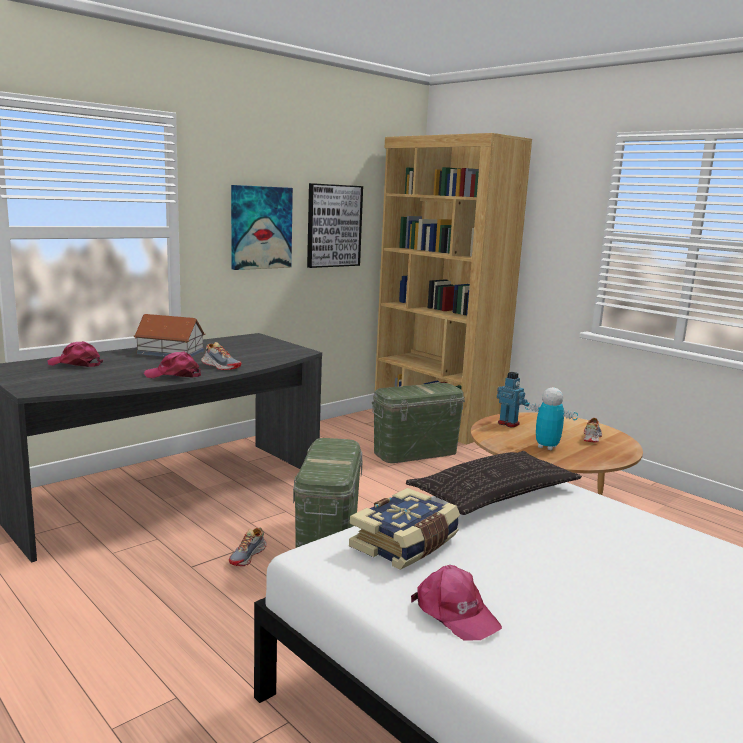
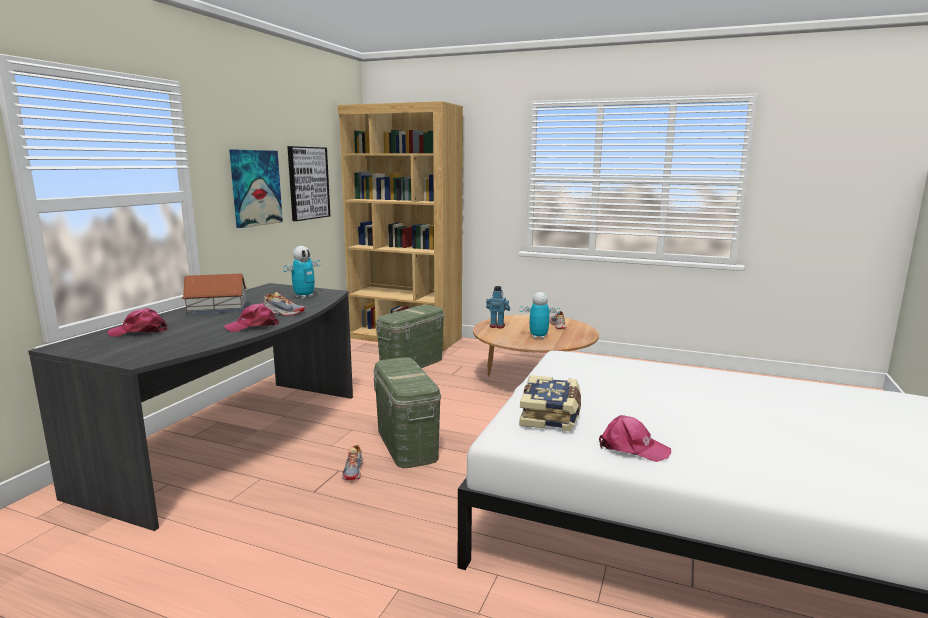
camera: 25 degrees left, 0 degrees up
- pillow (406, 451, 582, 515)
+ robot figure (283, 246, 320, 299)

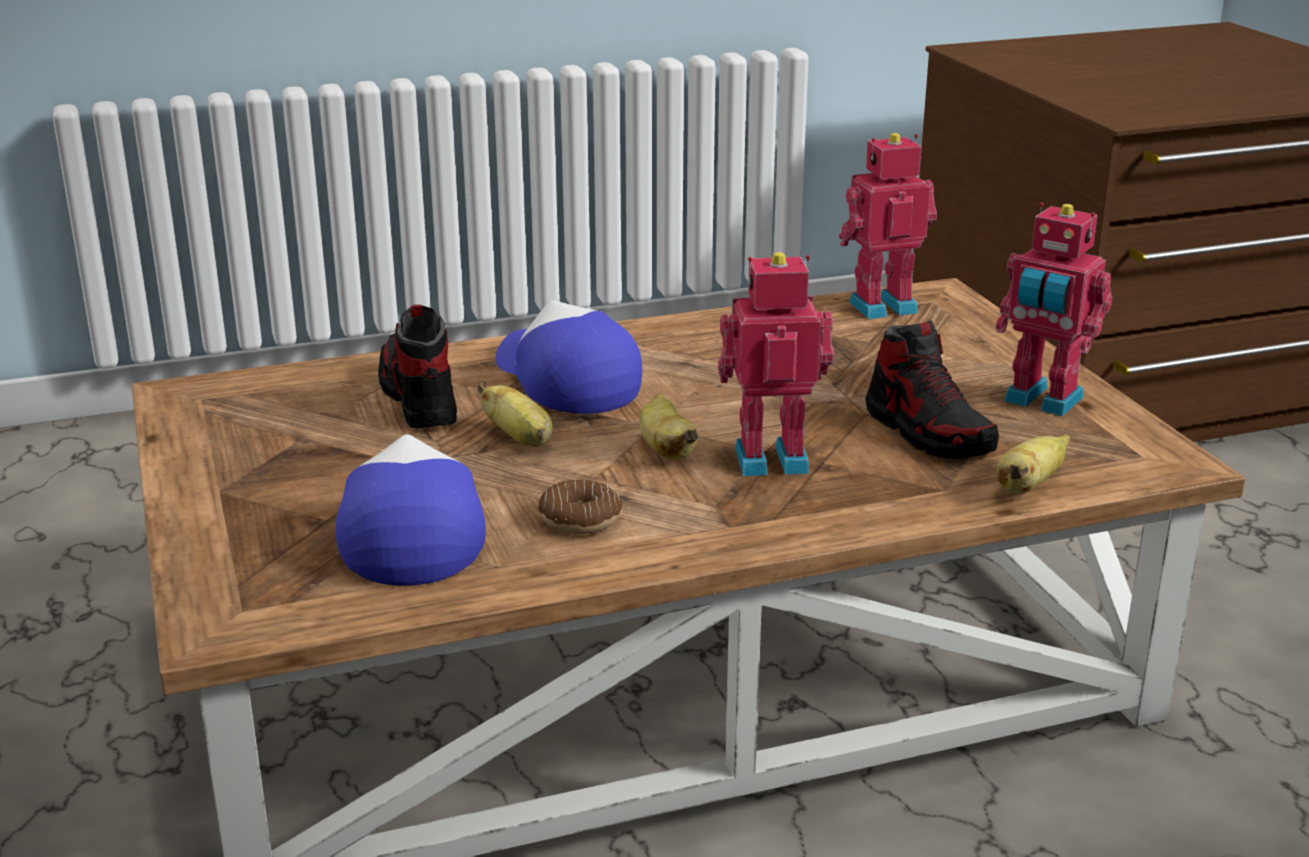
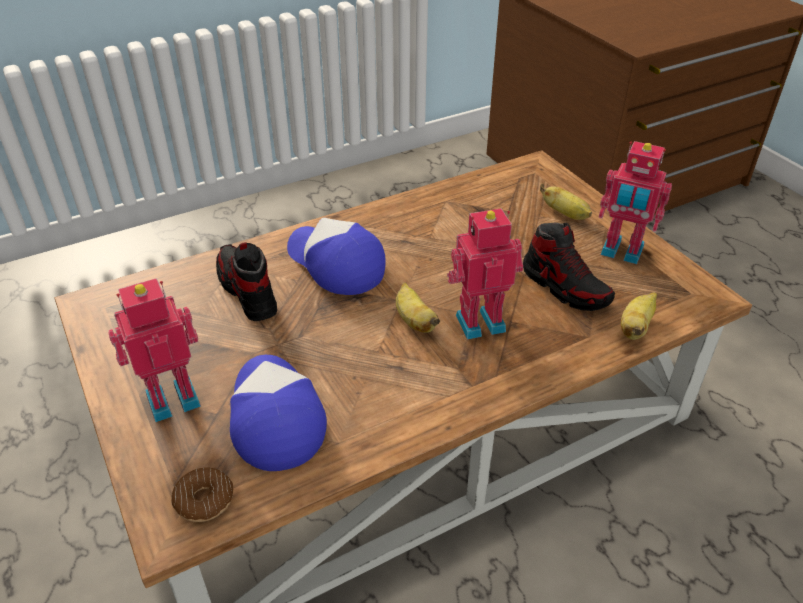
camera: 10 degrees left, 15 degrees up
~ banana (477, 379, 552, 447) to (540, 183, 592, 220)
~ donut (538, 479, 622, 534) to (172, 468, 233, 522)
~ robot figure (839, 133, 937, 319) to (109, 278, 201, 422)

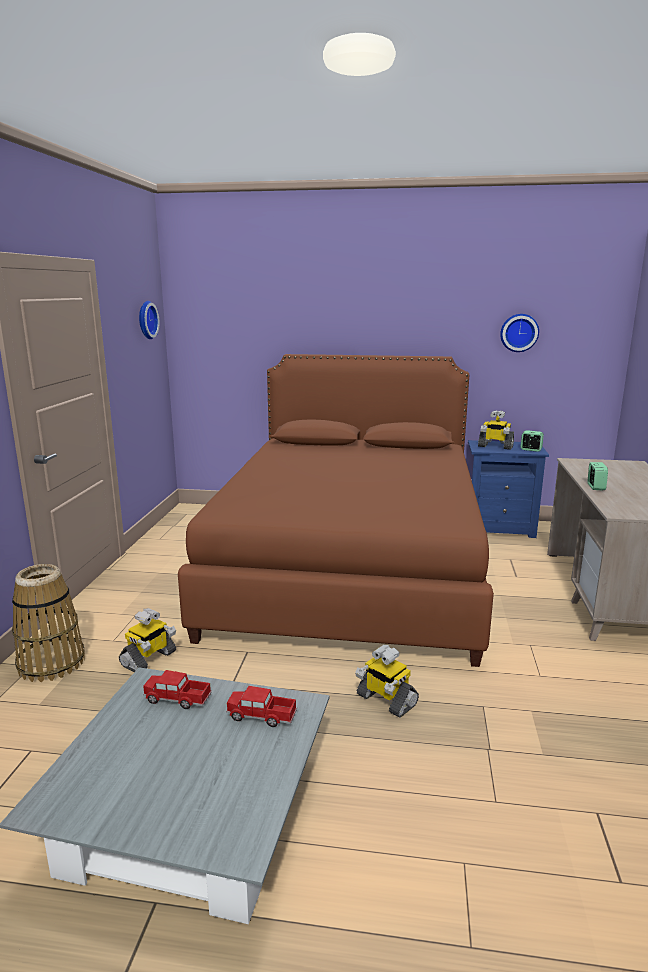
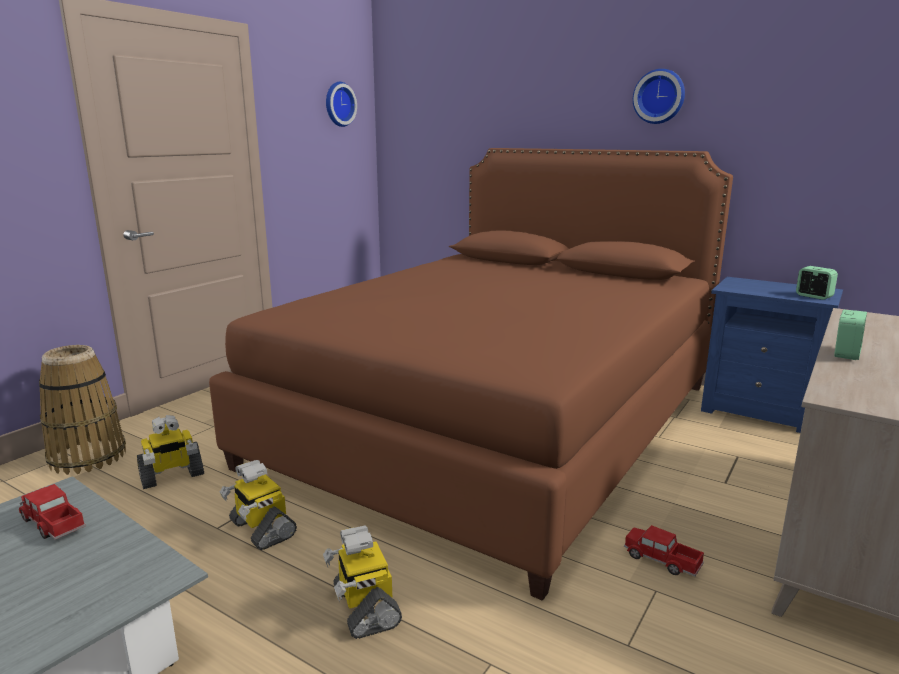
camera: 25 degrees right, 0 degrees up
~ toy truck (226, 686, 297, 727) to (624, 525, 704, 576)
~ robot figure (478, 410, 514, 450) to (220, 460, 297, 550)
~ hanging clock (500, 314, 539, 352) to (633, 69, 685, 124)

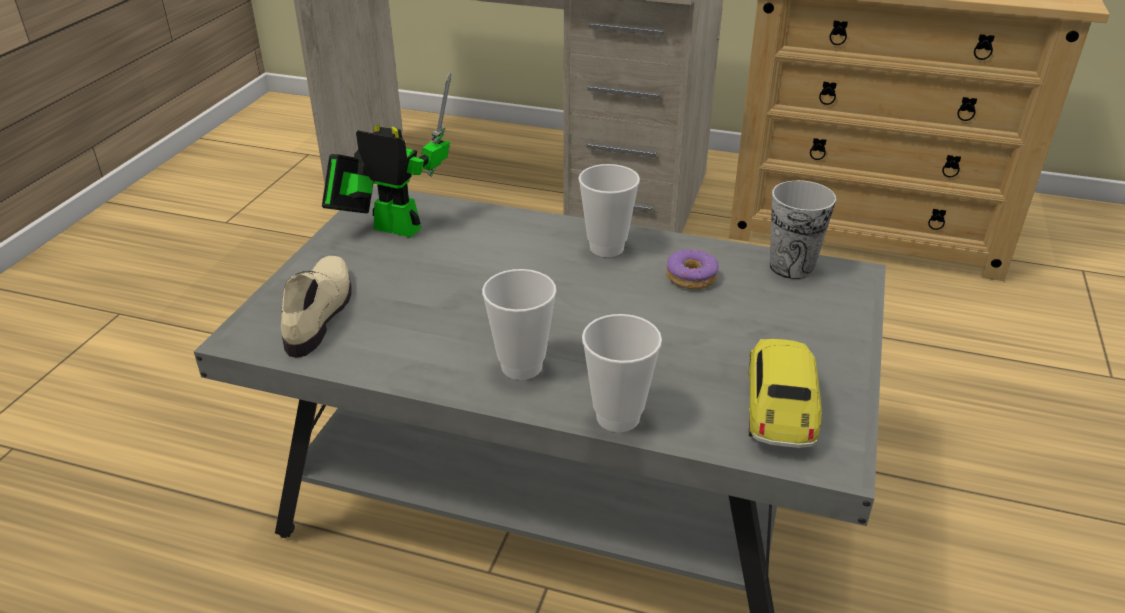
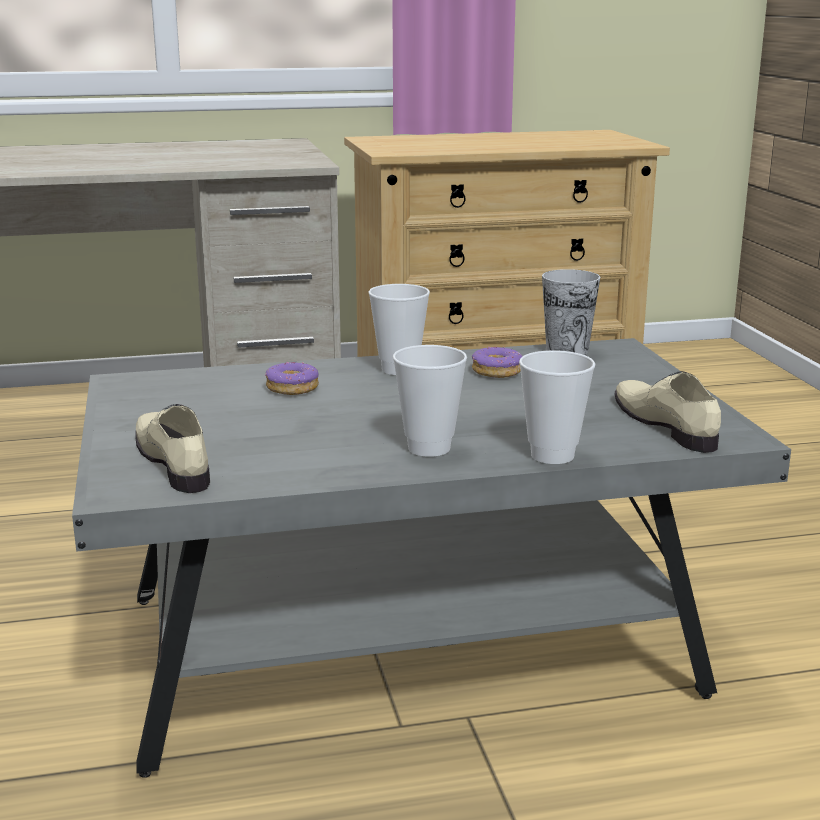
camera: 30 degrees left, 15 degrees down
- robot figure (322, 72, 451, 238)
+ donut (265, 362, 319, 395)
~ model car (749, 339, 822, 448) to beige low shoe (615, 371, 721, 453)

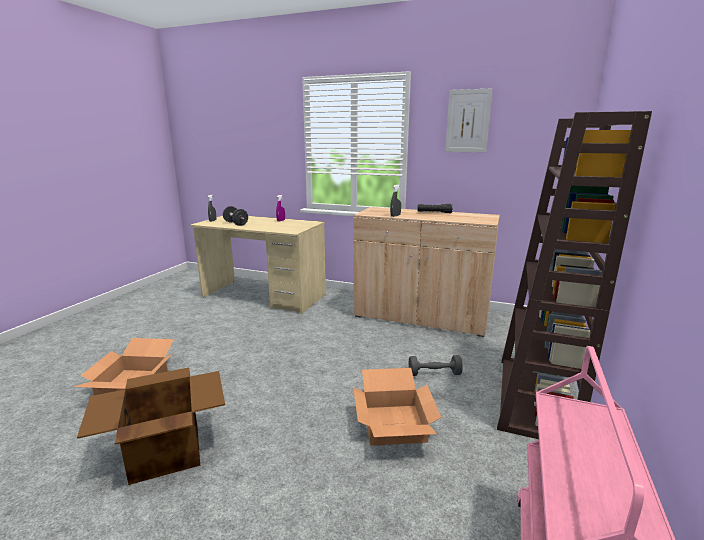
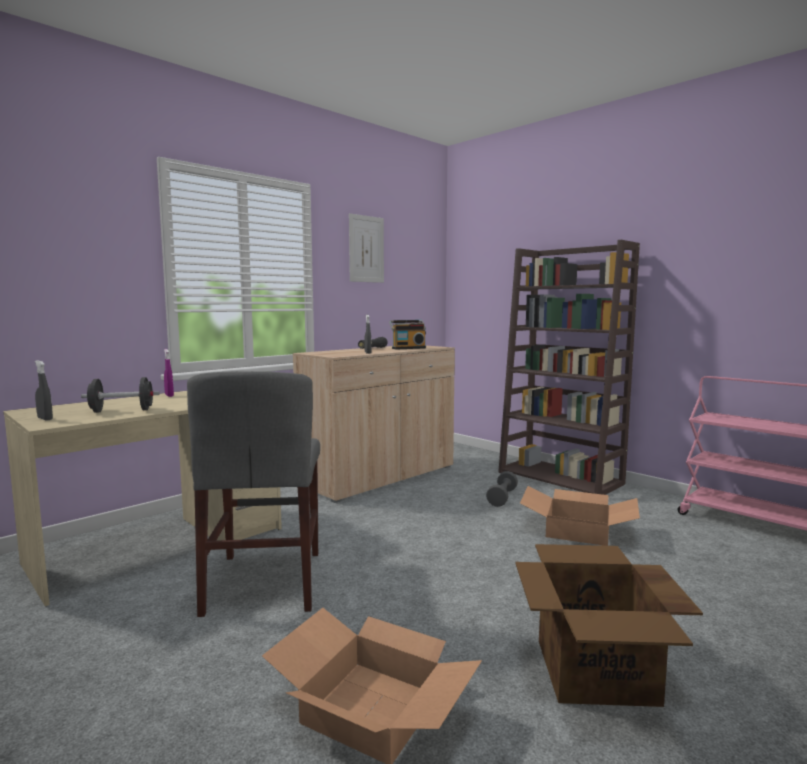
camera: 65 degrees left, 10 degrees down
+ grey chair (187, 371, 320, 617)
+ radio set (389, 320, 426, 350)

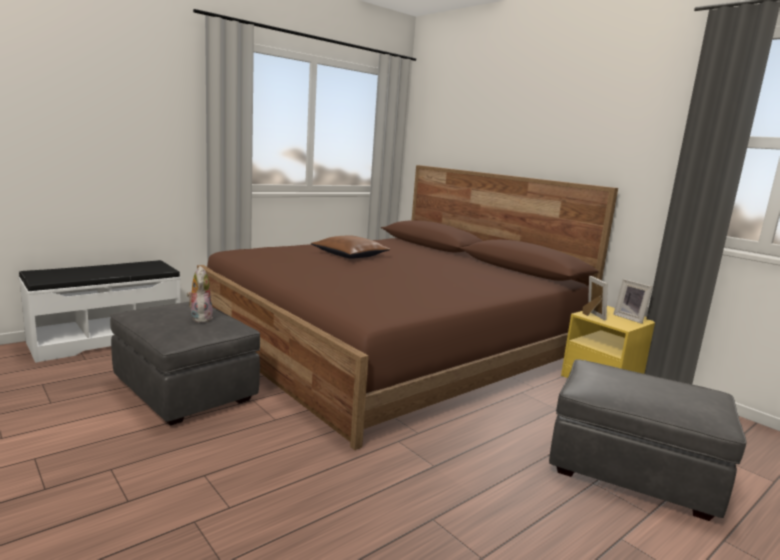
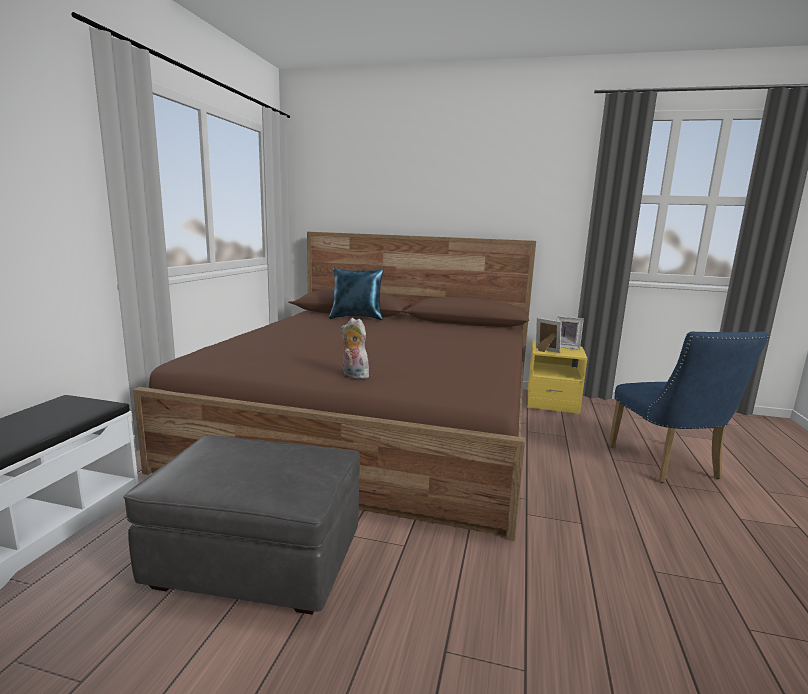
camera: 35 degrees left, 0 degrees up
- brown pillow (311, 235, 390, 259)
+ bluish pillow (329, 268, 383, 320)
~ soft toy (187, 266, 213, 323) to (340, 318, 369, 379)
~ grey footrest (549, 359, 747, 521) to bluish chair (609, 332, 769, 483)

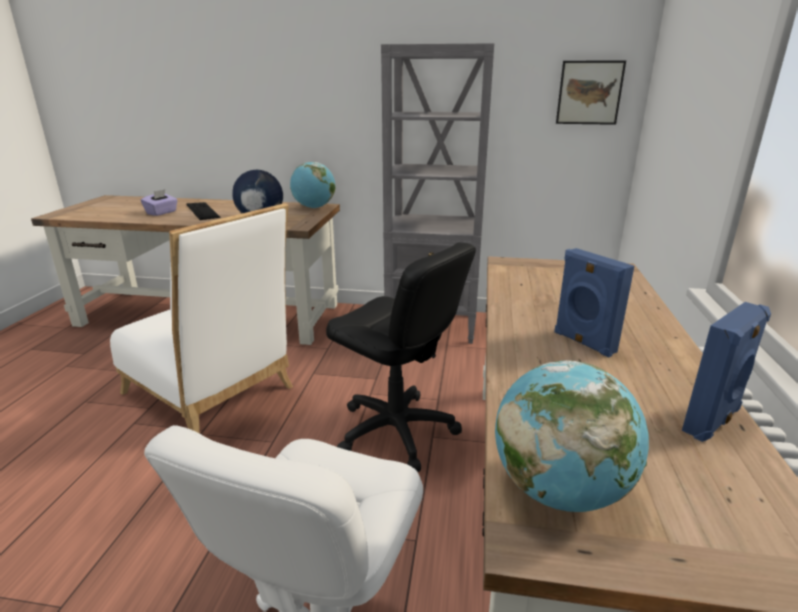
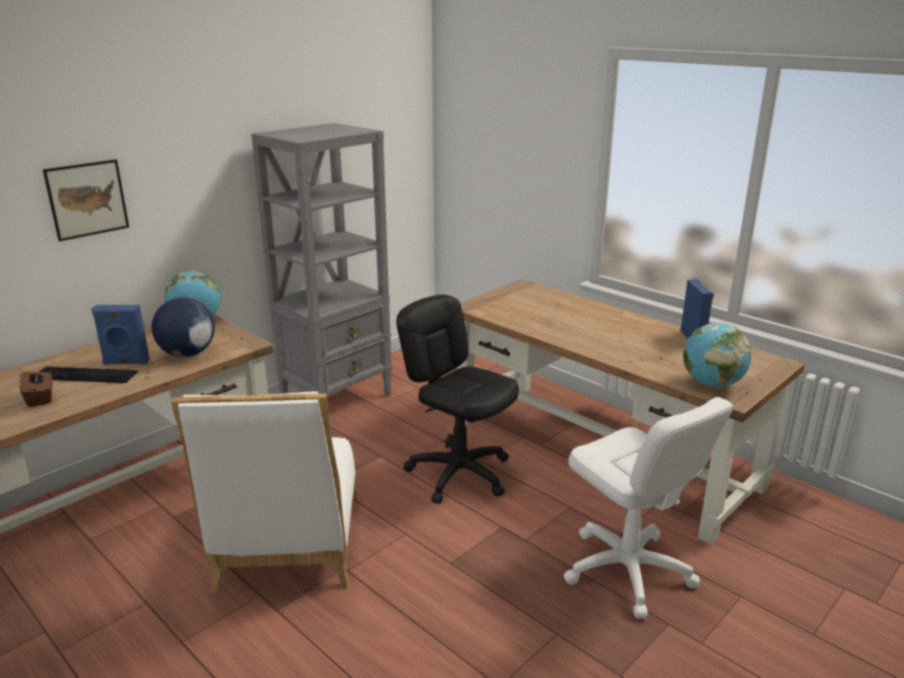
camera: 55 degrees left, 0 degrees up
~ bluish audio speaker (554, 248, 634, 358) to (91, 305, 150, 365)
~ wall picture (556, 60, 626, 125) to (43, 159, 129, 241)
~ purplish box of tissues (141, 189, 178, 216) to brown box of tissues (20, 365, 52, 407)
~ white chair (110, 203, 293, 434) = (170, 391, 358, 593) 105 degrees clockwise
~ black-coloured office chair (326, 242, 476, 472) = (396, 295, 519, 504) 120 degrees counterclockwise

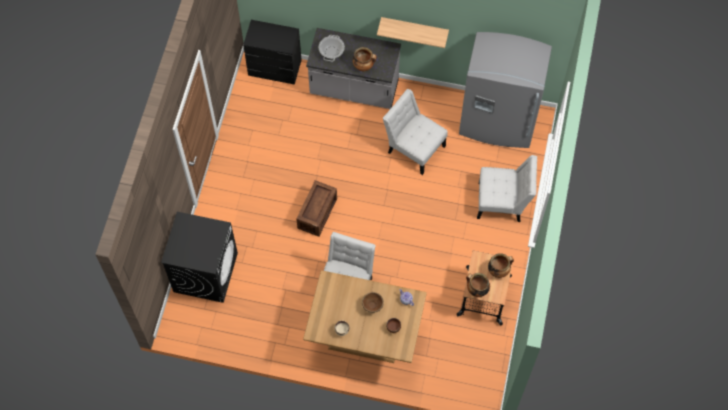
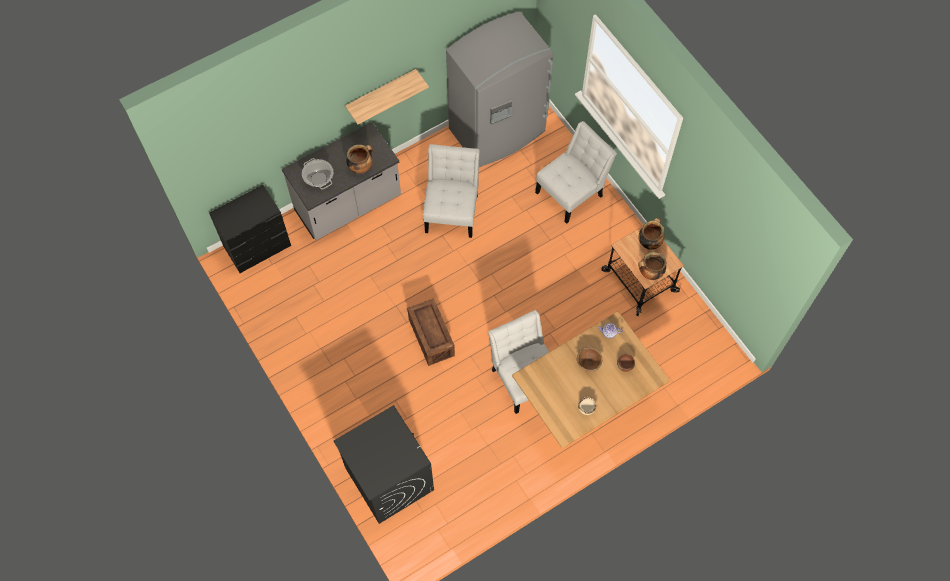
camera: 45 degrees left, 0 degrees up
~ white chair (383, 89, 448, 175) = (423, 144, 479, 238) 105 degrees clockwise

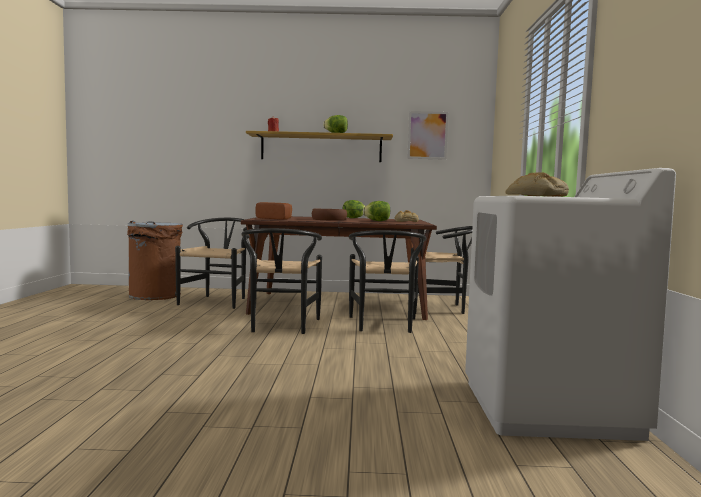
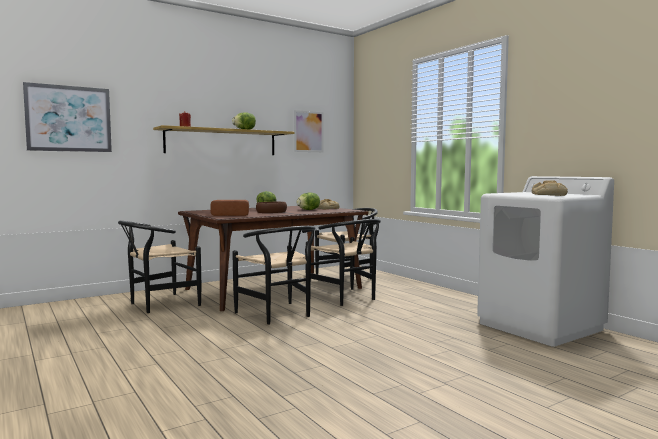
camera: 35 degrees left, 0 degrees up
- brown trash can (127, 221, 183, 300)
+ wall picture (23, 82, 112, 152)
~ black-coloured chair (175, 218, 247, 309) = (118, 221, 201, 313) 105 degrees counterclockwise

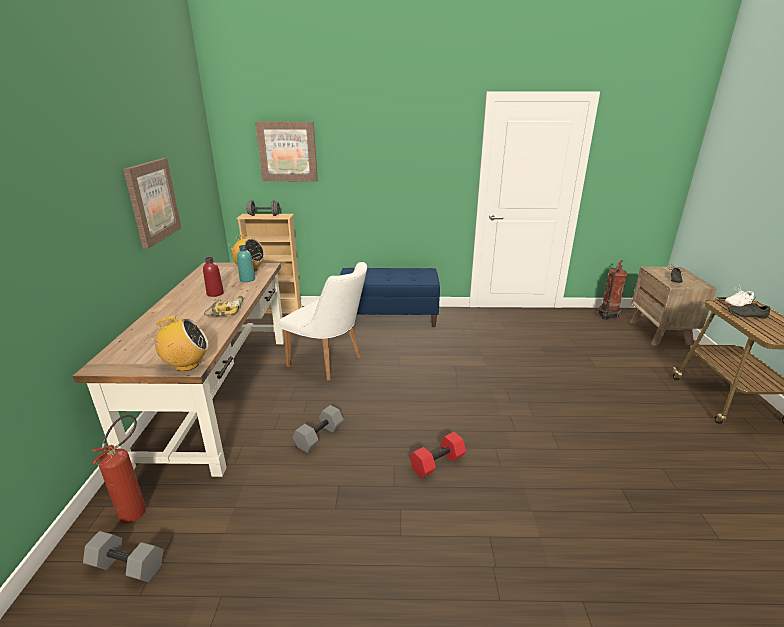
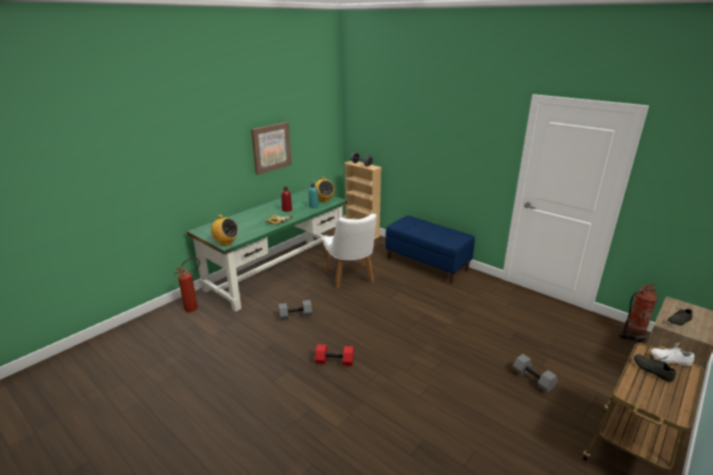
camera: 40 degrees right, 0 degrees up
- wall picture (255, 122, 318, 181)
~ grey free weight (83, 531, 163, 582) to (513, 354, 558, 393)
~ brown desk unit (73, 262, 284, 477) to green desk unit (187, 188, 347, 312)

